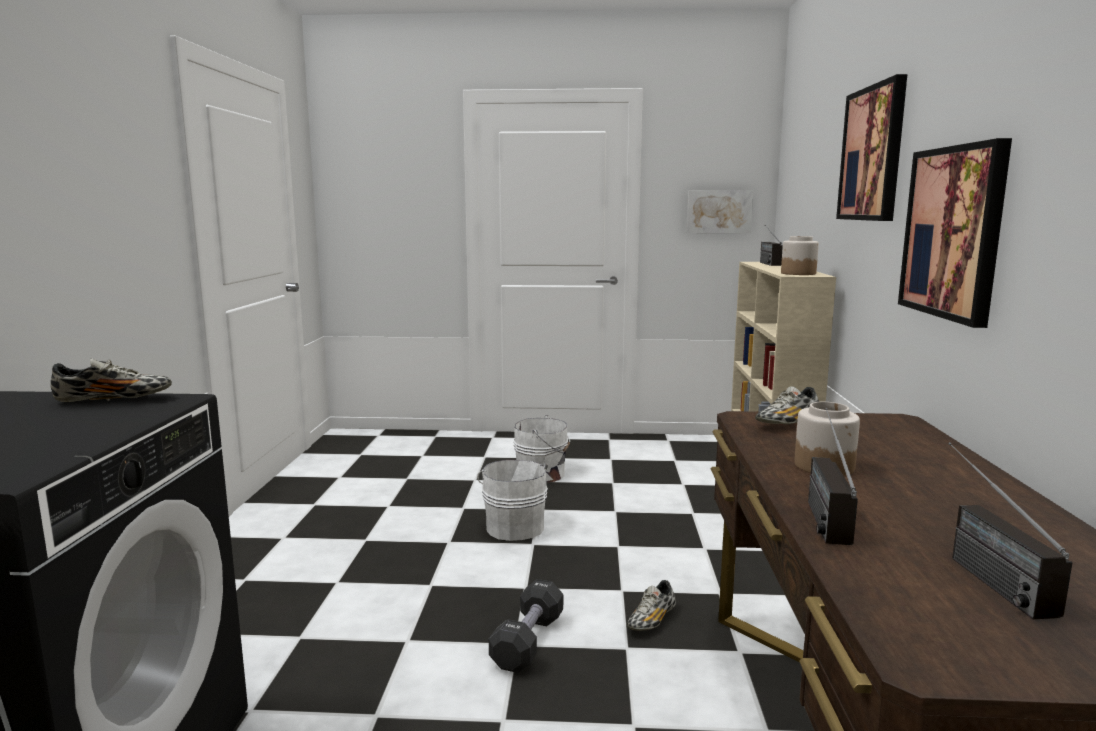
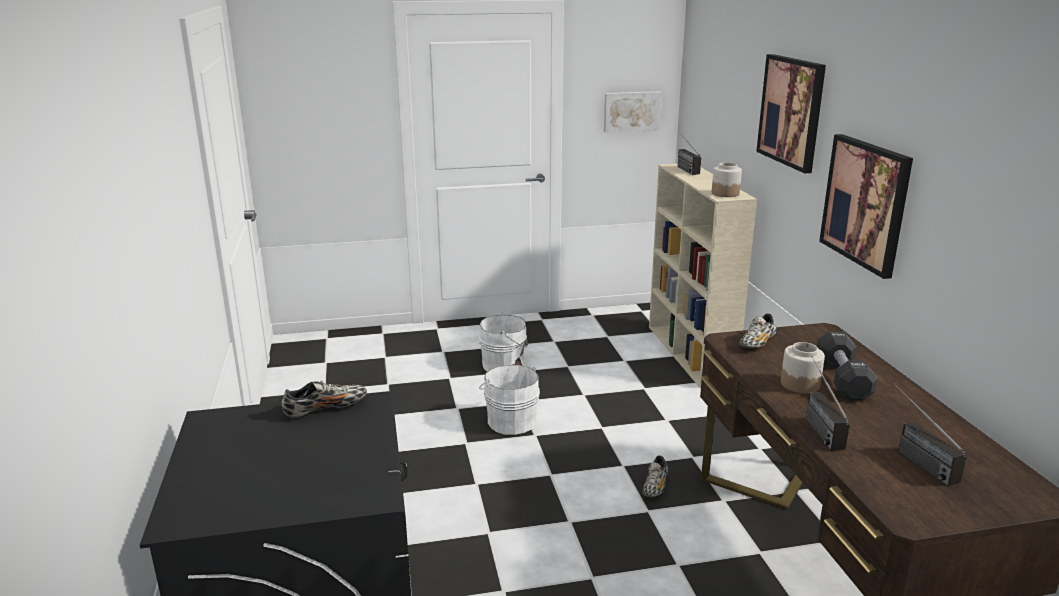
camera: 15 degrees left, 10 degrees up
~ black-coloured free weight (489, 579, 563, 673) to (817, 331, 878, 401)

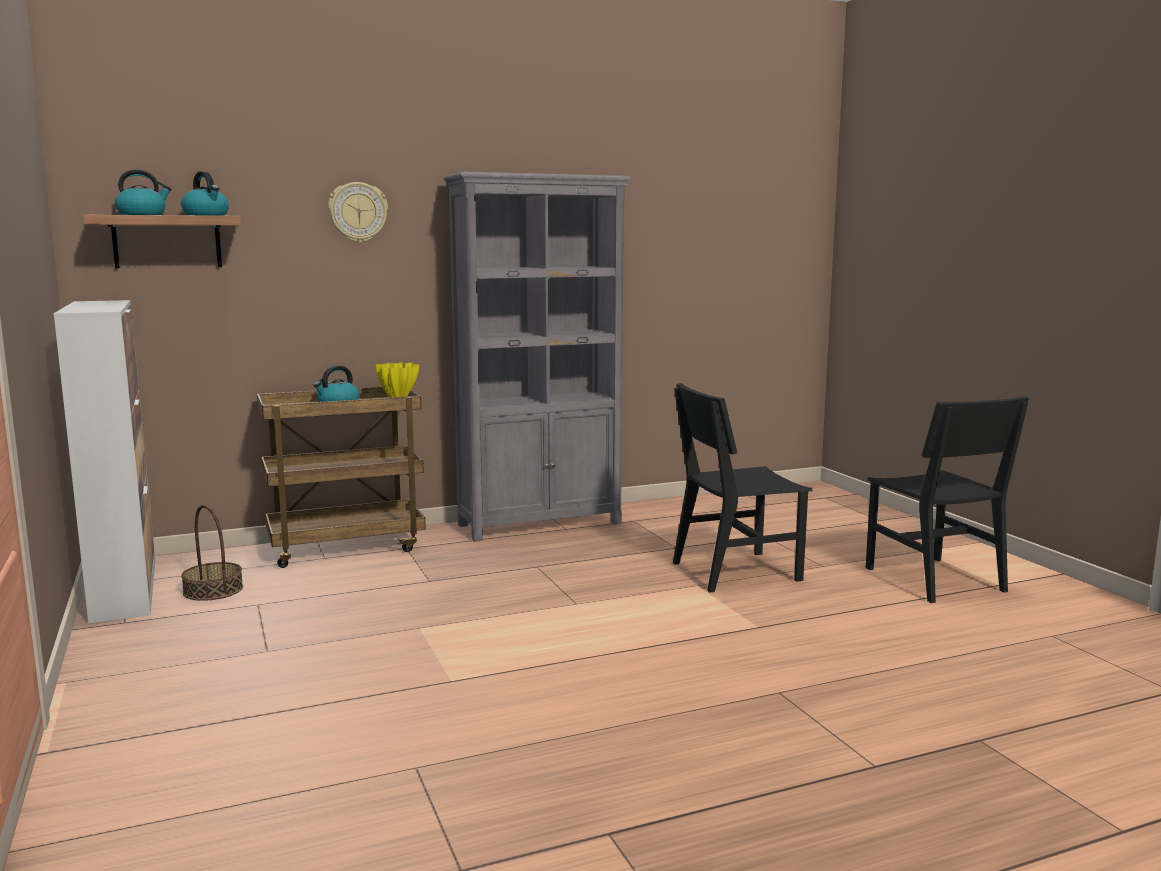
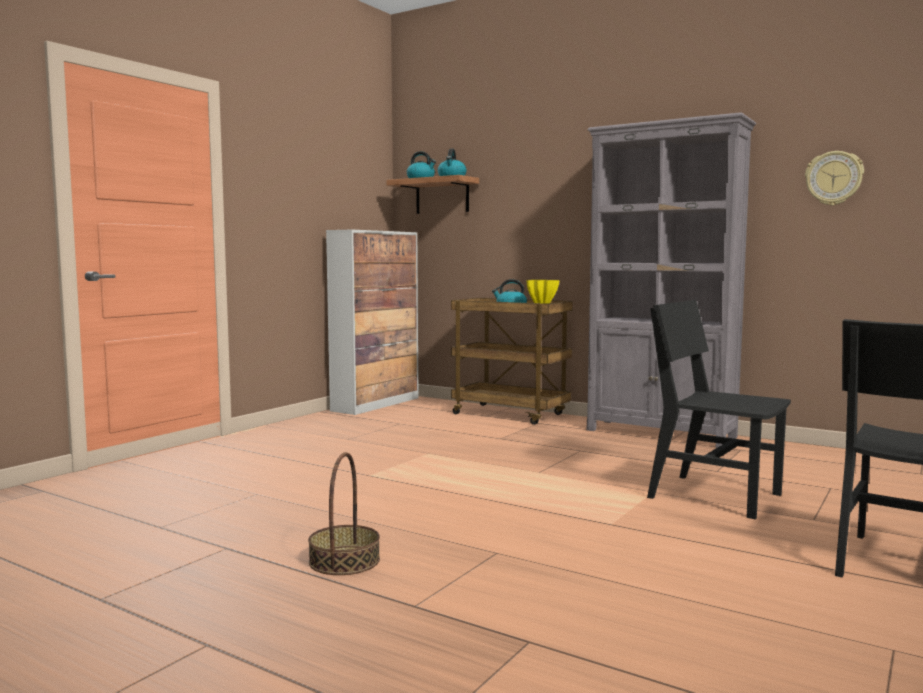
camera: 55 degrees right, 5 degrees down
~ household basket (181, 505, 243, 601) to (308, 452, 380, 575)
~ hanging clock (328, 182, 388, 243) to (805, 151, 864, 206)

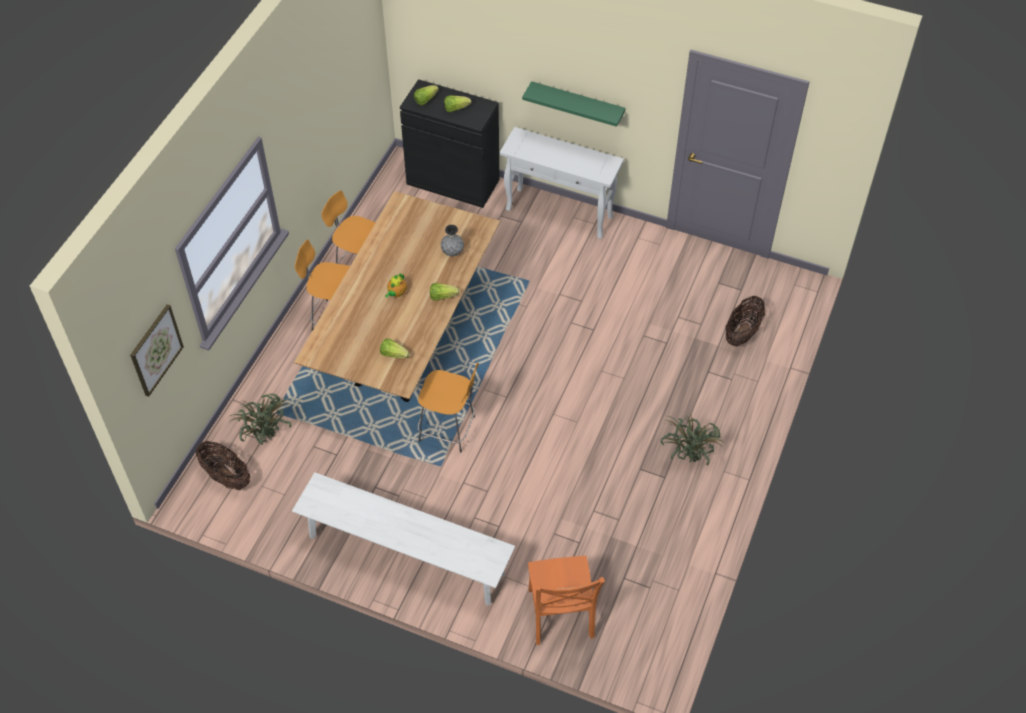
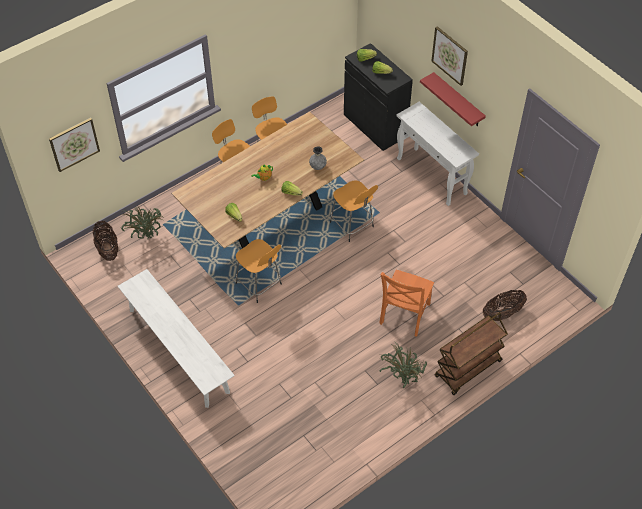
camera: 30 degrees right, 0 degrees up
+ orange stool seat (330, 180, 378, 242)
+ wall picture (431, 26, 468, 86)
+ brown cart (435, 312, 508, 395)
~ orange chair (528, 556, 605, 645) to (379, 270, 434, 337)
~ green bracket shelf (522, 81, 625, 127) to red-coloured bracket shelf (420, 72, 486, 126)

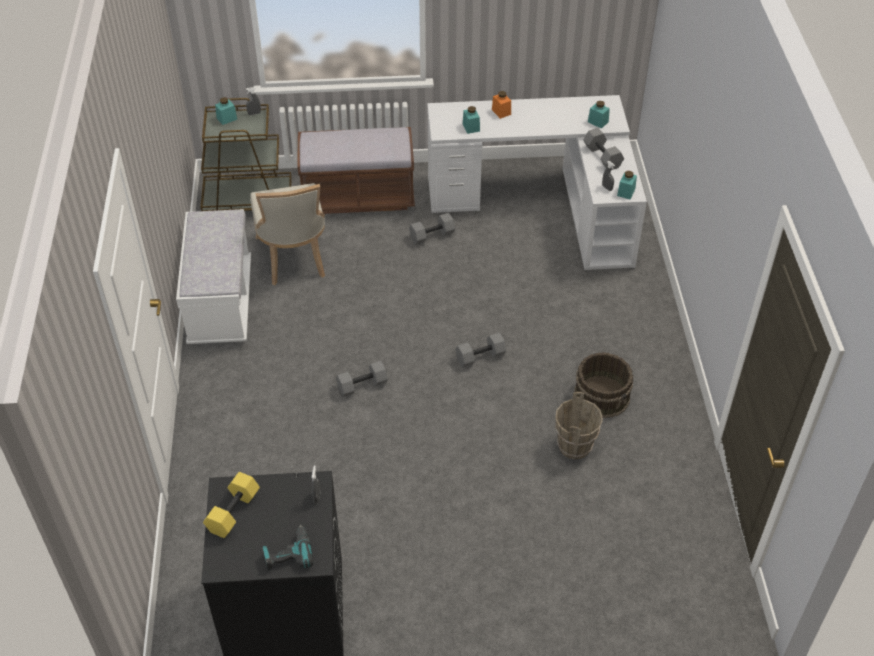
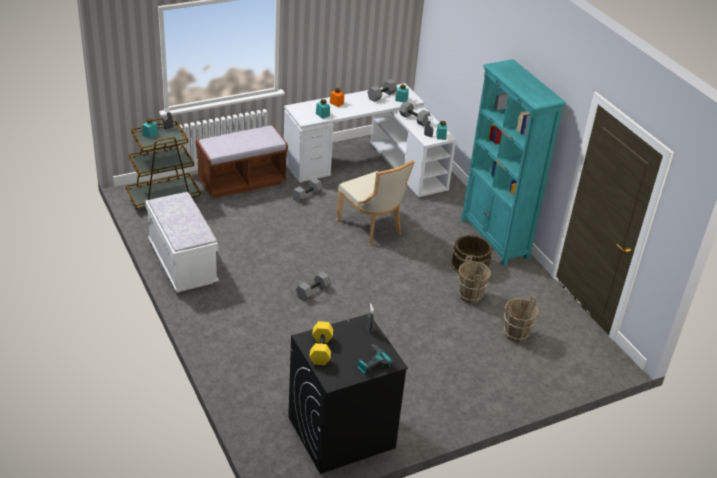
camera: 25 degrees left, 10 degrees down
+ blue-green shelving unit (461, 59, 566, 266)
+ brown water bucket (504, 296, 539, 343)
~ beige chair (250, 183, 325, 285) to (336, 160, 415, 246)
~ grey free weight (455, 333, 506, 368) to (367, 79, 397, 102)

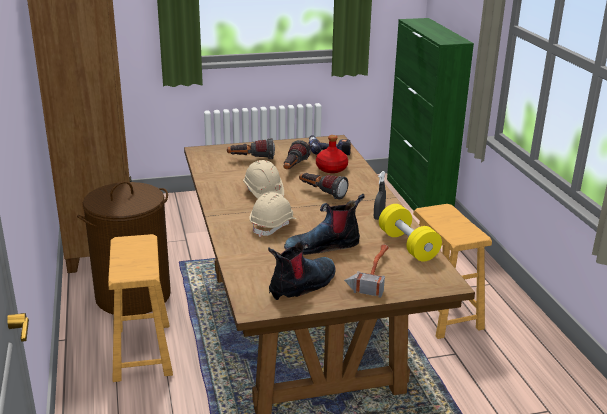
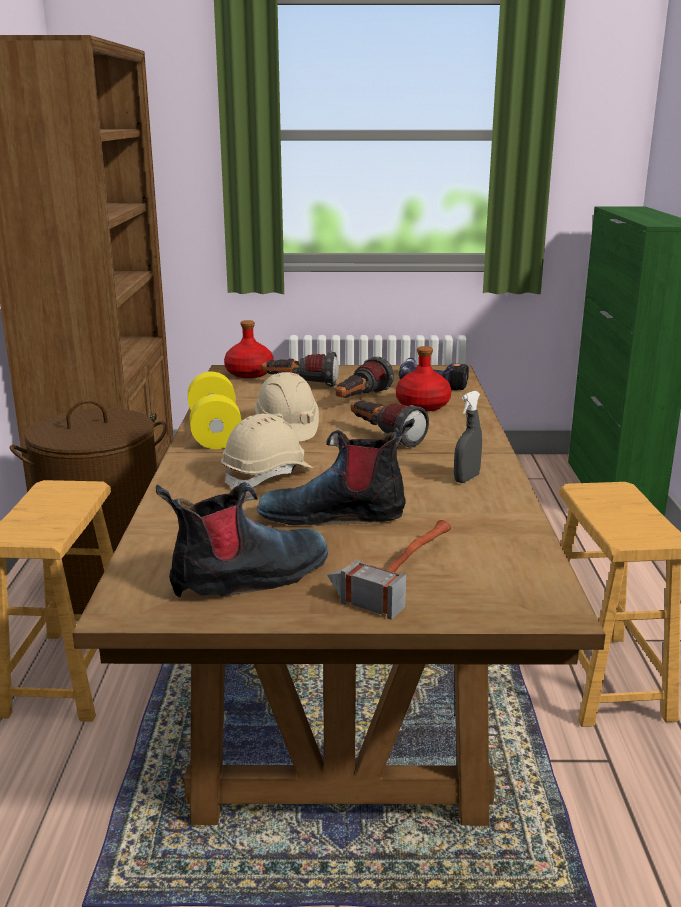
camera: 15 degrees right, 5 degrees down
+ red-coloured drink bottle (224, 320, 274, 378)
~ yellowish free weight (379, 204, 442, 262) to (188, 372, 242, 449)

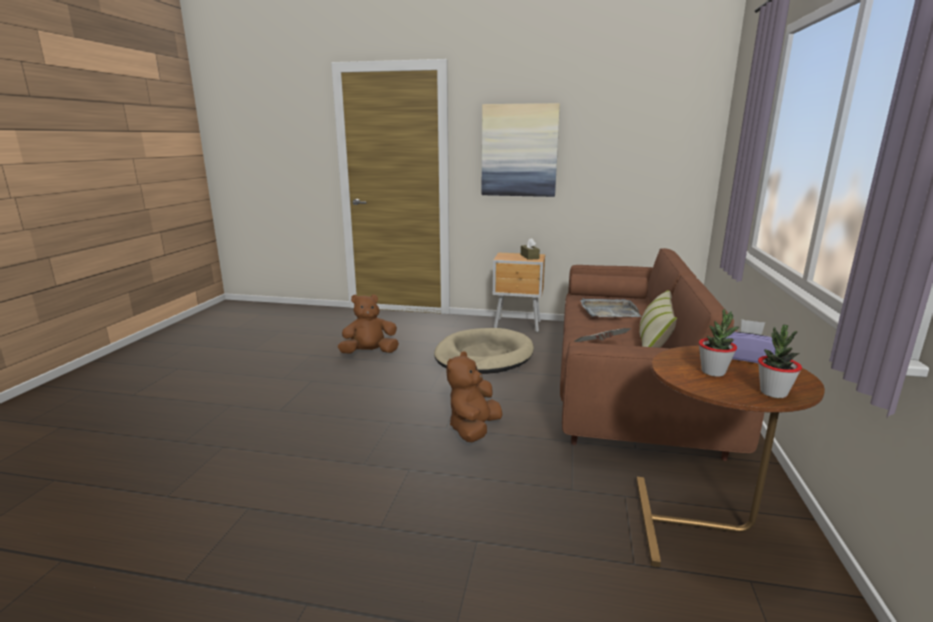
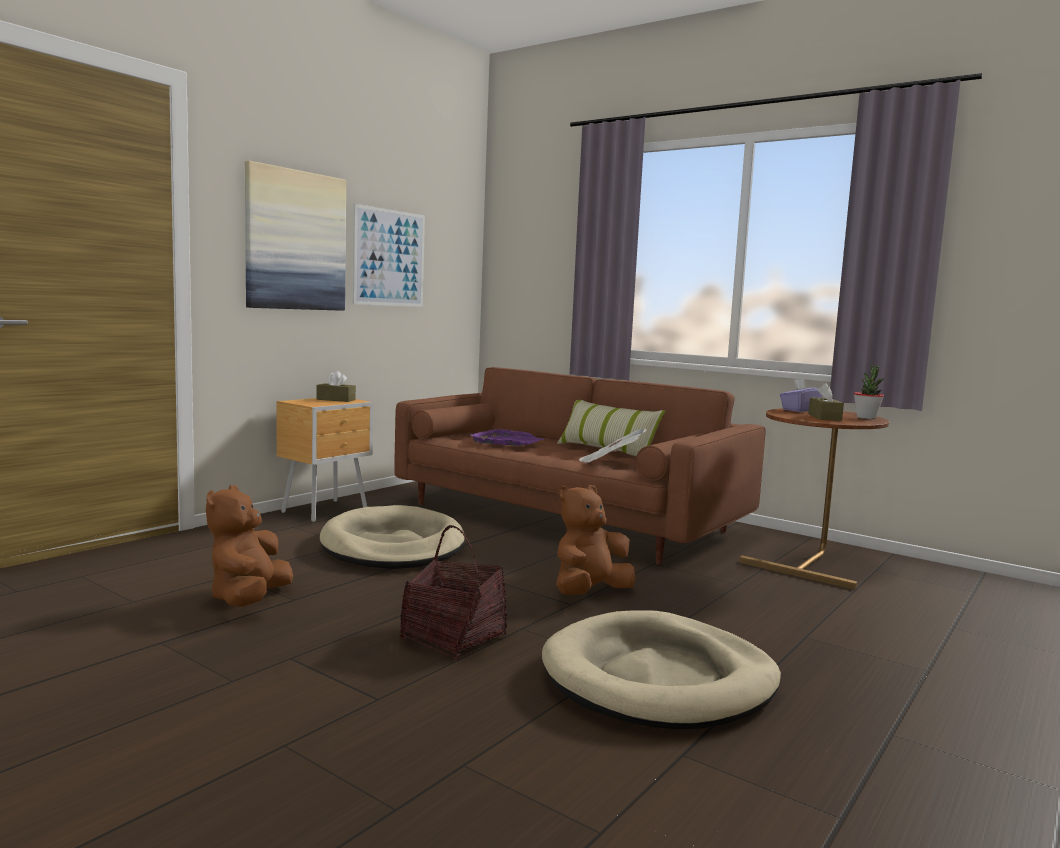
camera: 65 degrees left, 10 degrees down
+ wall picture (353, 204, 425, 307)
+ household basket (400, 525, 507, 660)
+ beige dog bed (542, 610, 781, 730)
~ plant in a pot (699, 309, 739, 377) to brown box of tissues (808, 383, 844, 421)
~ grey carrying tray (581, 298, 641, 317) to purplish carrying tray (471, 429, 544, 446)
~ brown soft toy (446, 351, 503, 442) = (556, 485, 636, 595) 90 degrees clockwise

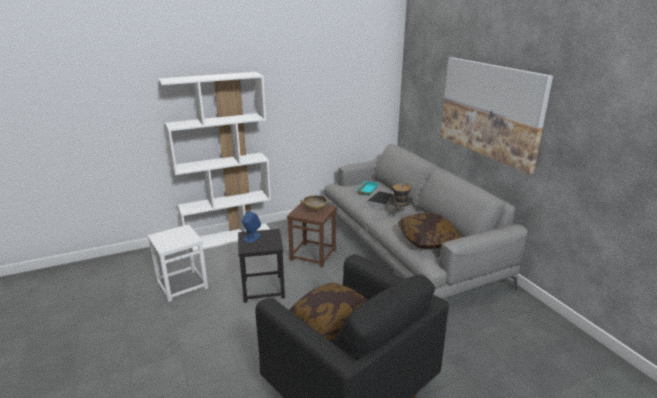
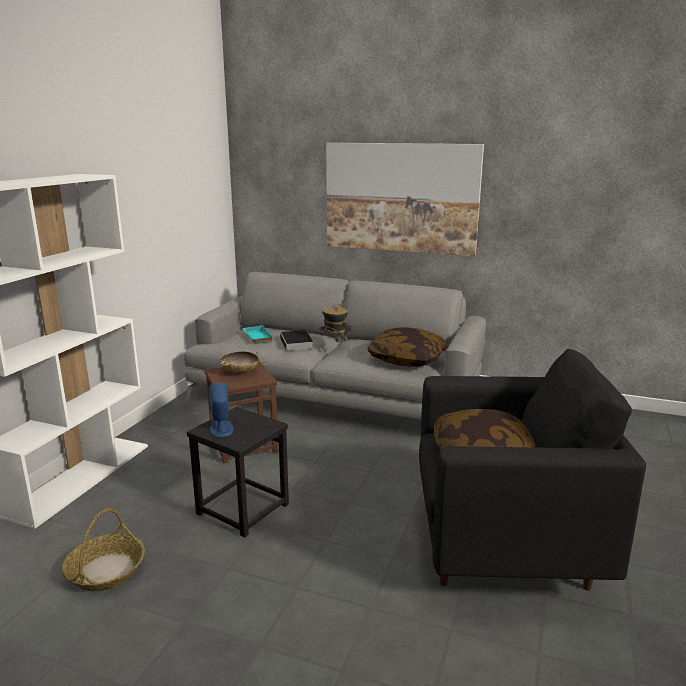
camera: 45 degrees left, 5 degrees down
~ white stool seat (147, 224, 208, 302) to household basket (62, 508, 145, 591)

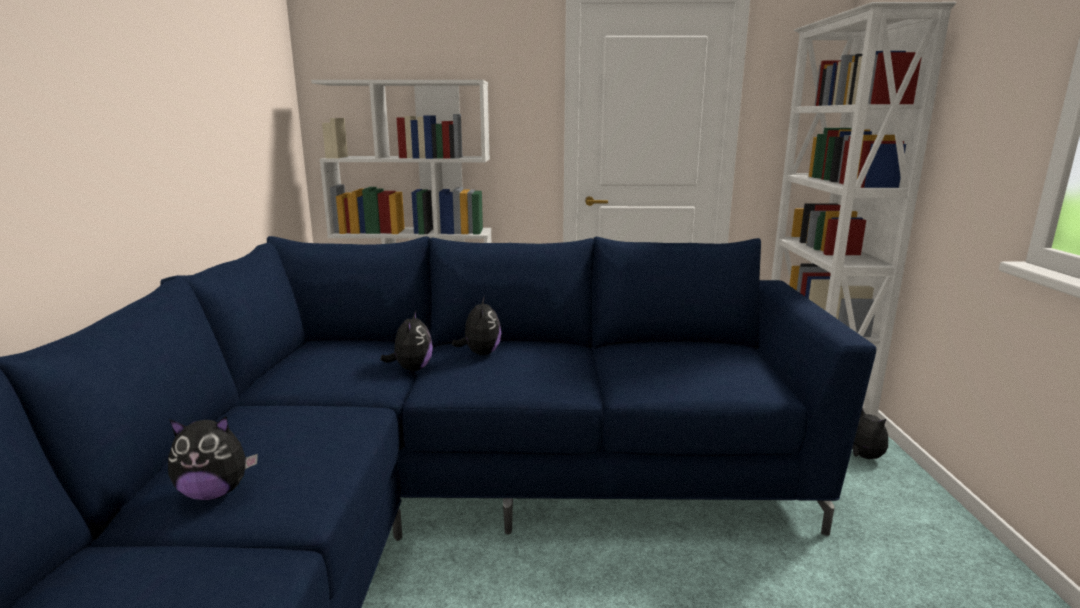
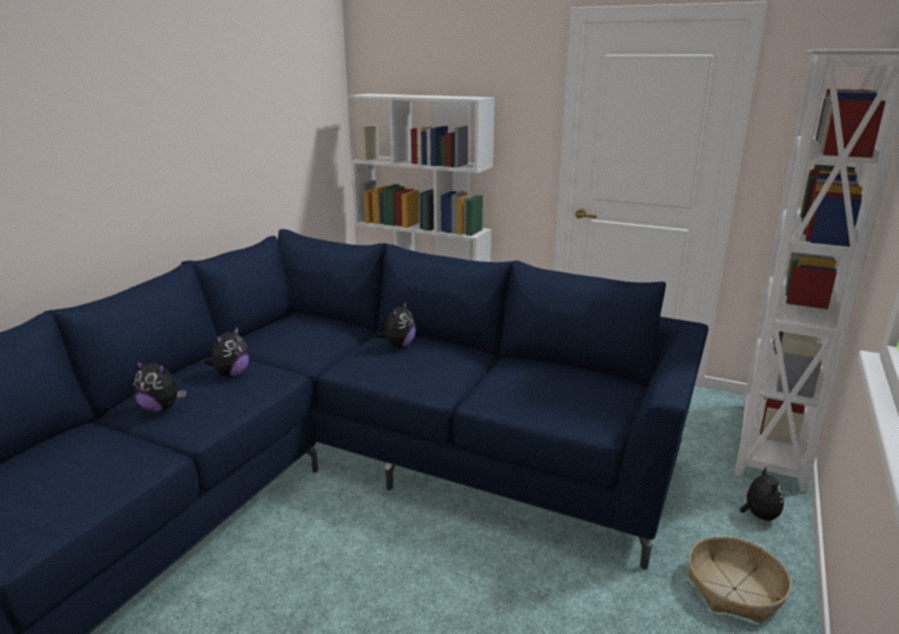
camera: 25 degrees right, 5 degrees up
+ household basket (688, 536, 791, 624)
~ soft toy (380, 311, 433, 371) to (205, 325, 250, 377)

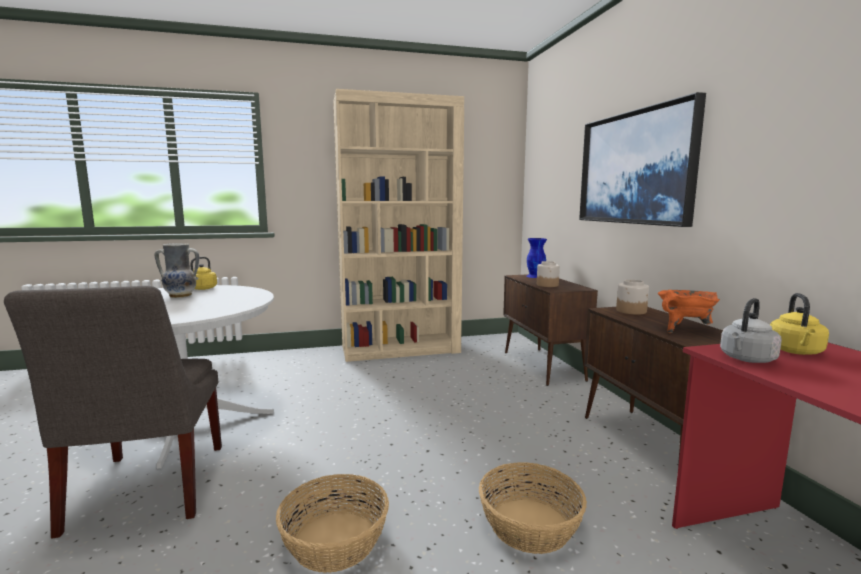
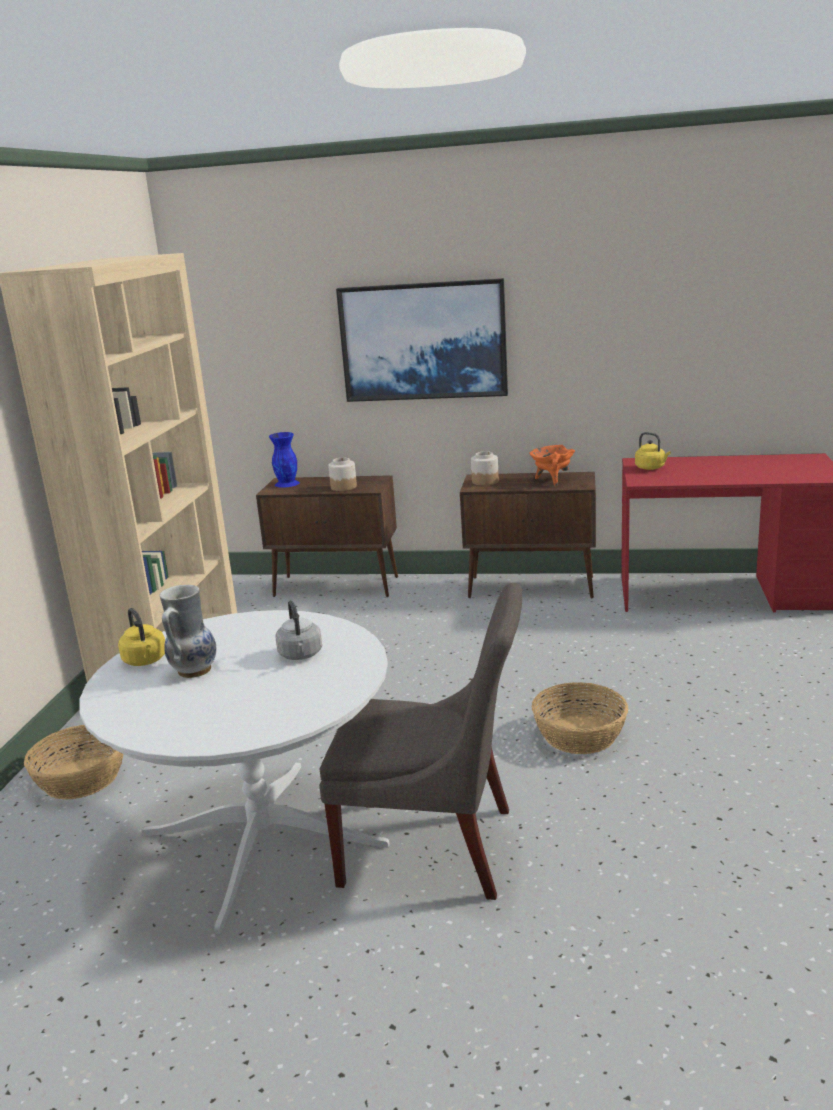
camera: 65 degrees left, 10 degrees up
~ household basket (479, 462, 587, 554) to (24, 725, 123, 799)
~ grey kettle (720, 298, 782, 363) to (276, 600, 322, 660)

